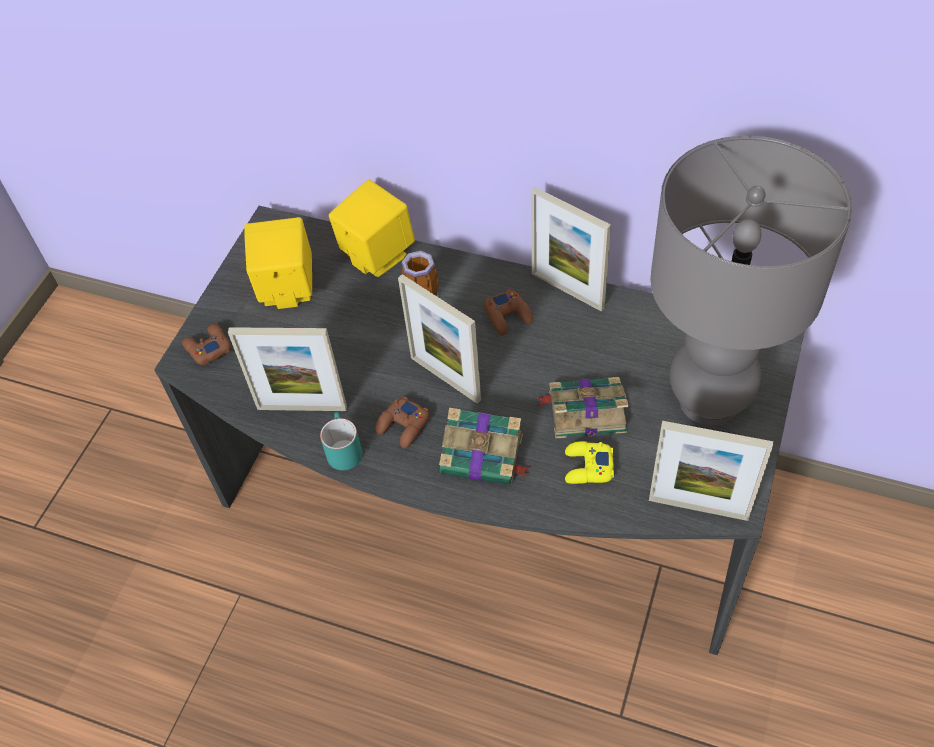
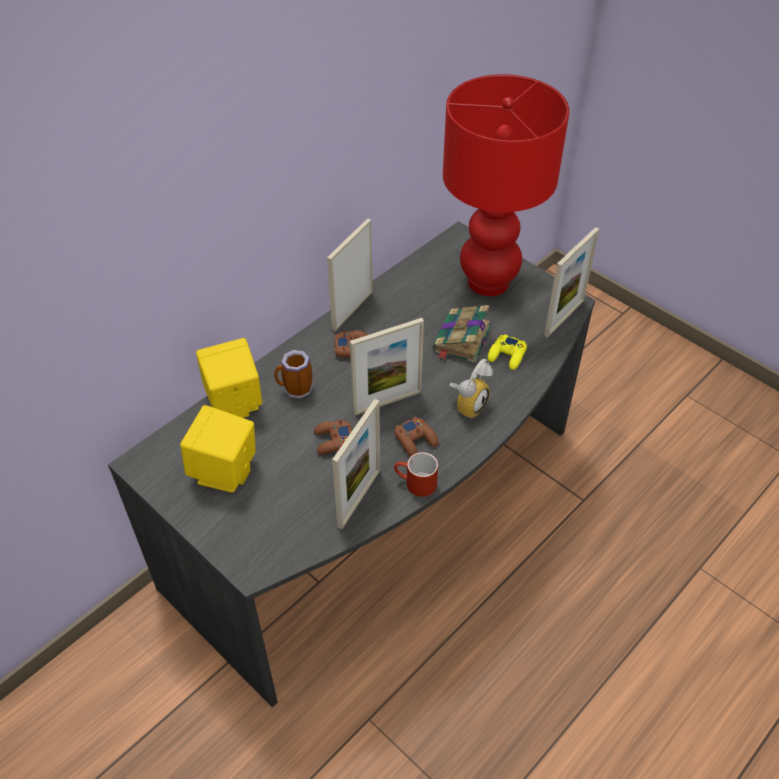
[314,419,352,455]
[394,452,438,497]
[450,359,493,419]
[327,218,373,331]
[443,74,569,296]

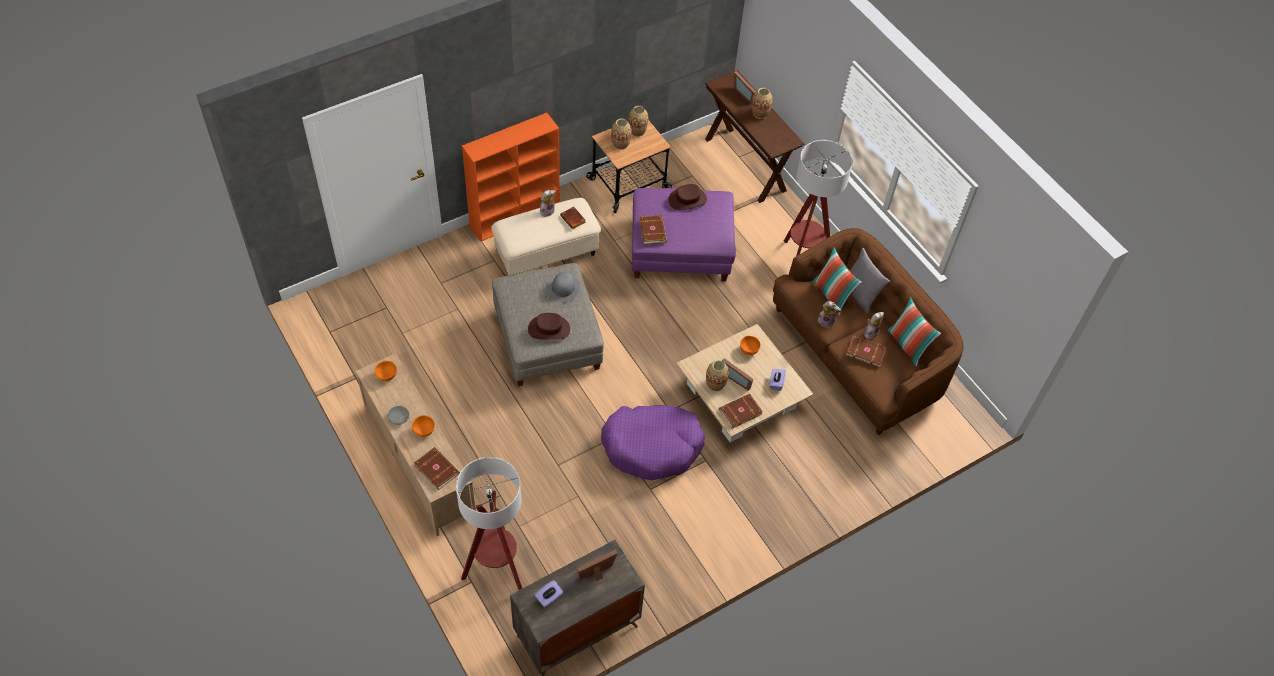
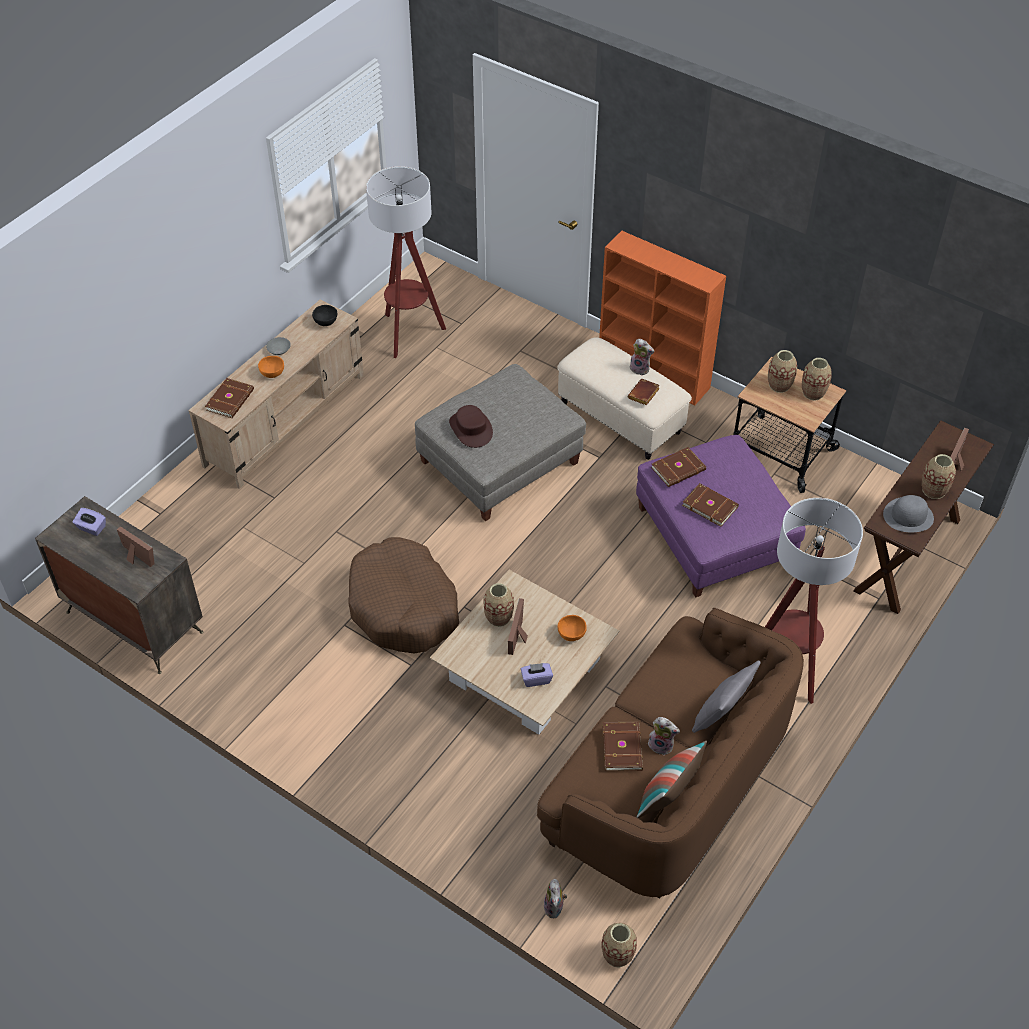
[312,305,337,326]
[366,166,446,358]
[883,495,934,532]
[348,537,459,654]
[668,184,707,210] (first image)
[682,483,739,527]
[813,247,862,315] (first image)
[543,879,567,919]
[601,923,637,967]

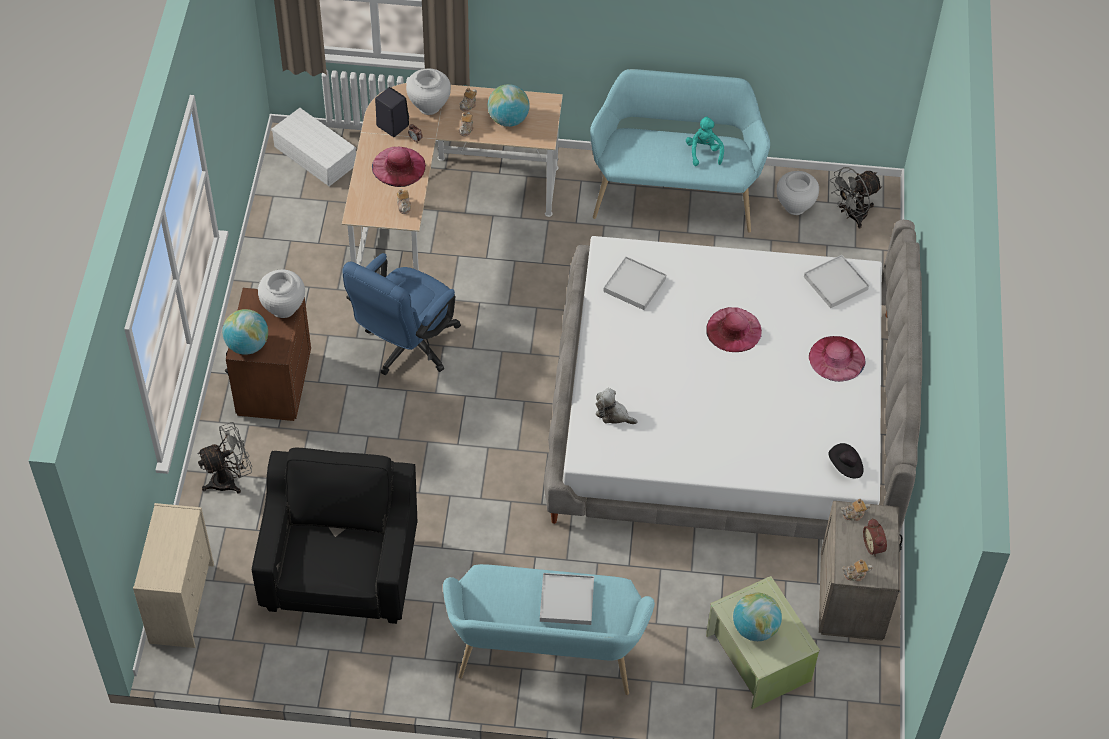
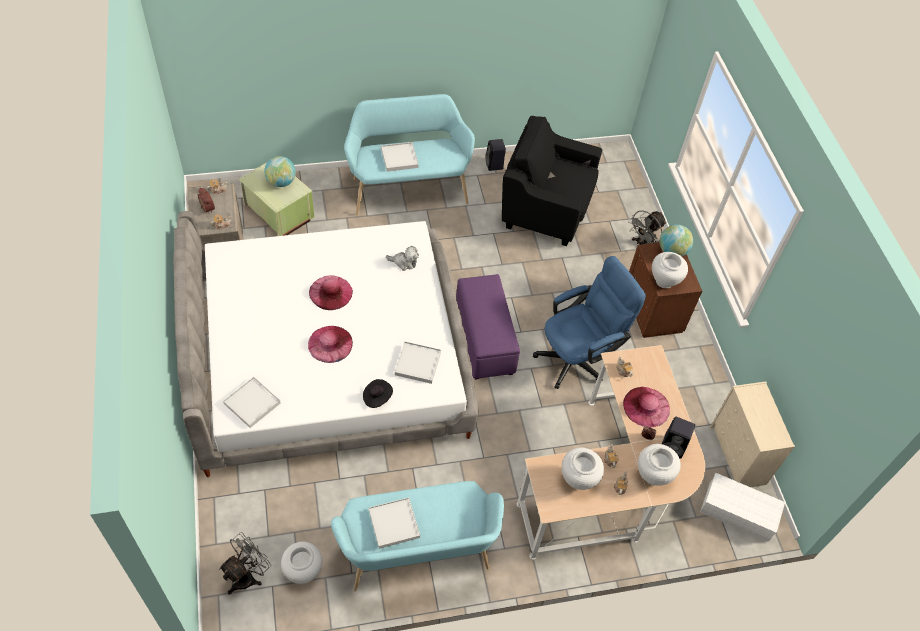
[710,381,795,487]
[502,116,602,246]
[533,256,646,389]
[561,447,604,490]
[369,497,420,549]
[309,275,353,310]
[363,379,393,408]
[456,274,520,380]
[486,139,506,171]

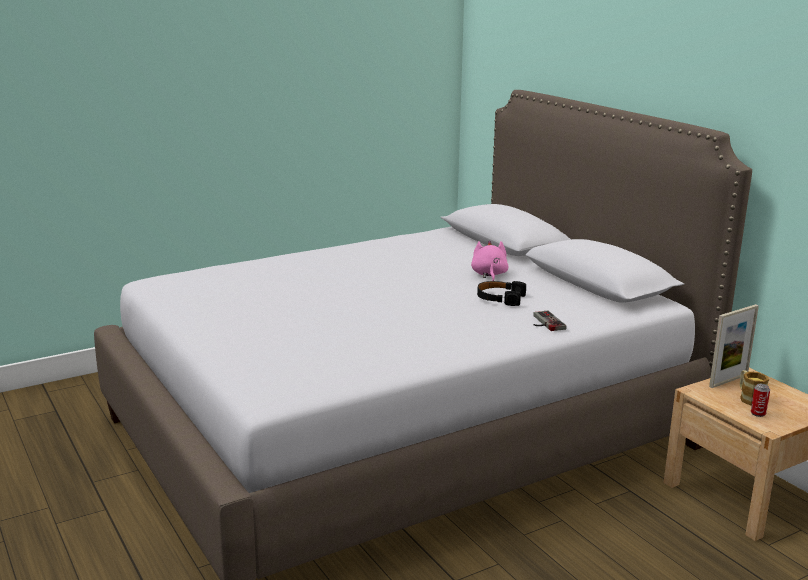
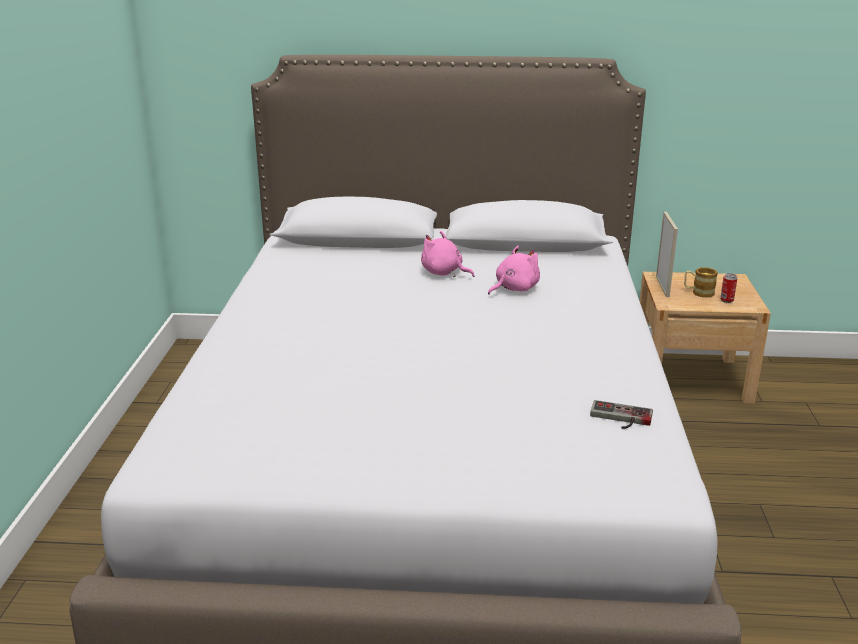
[488,246,540,295]
[590,400,653,429]

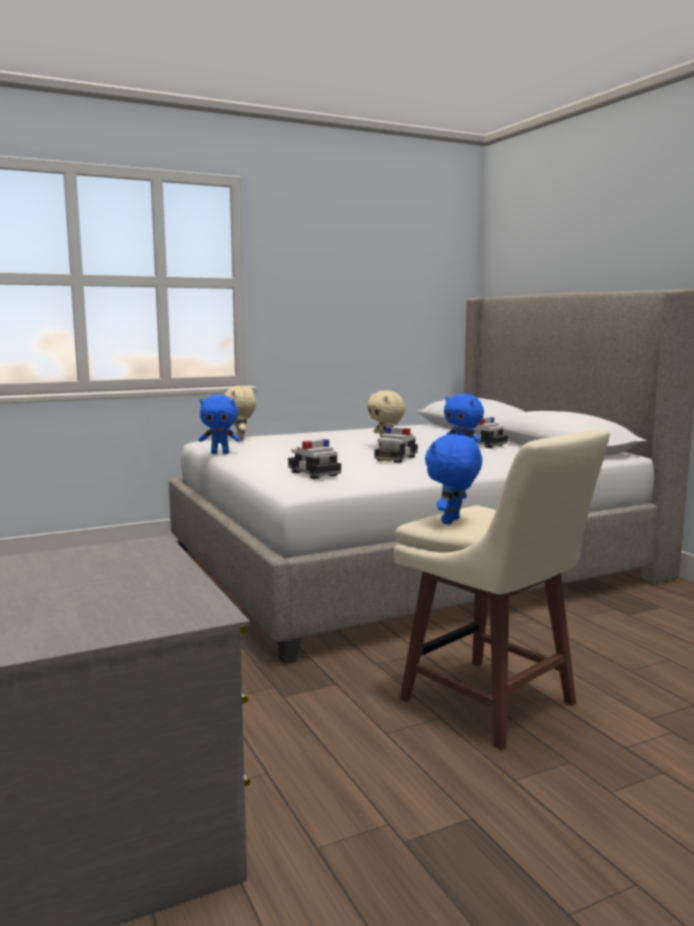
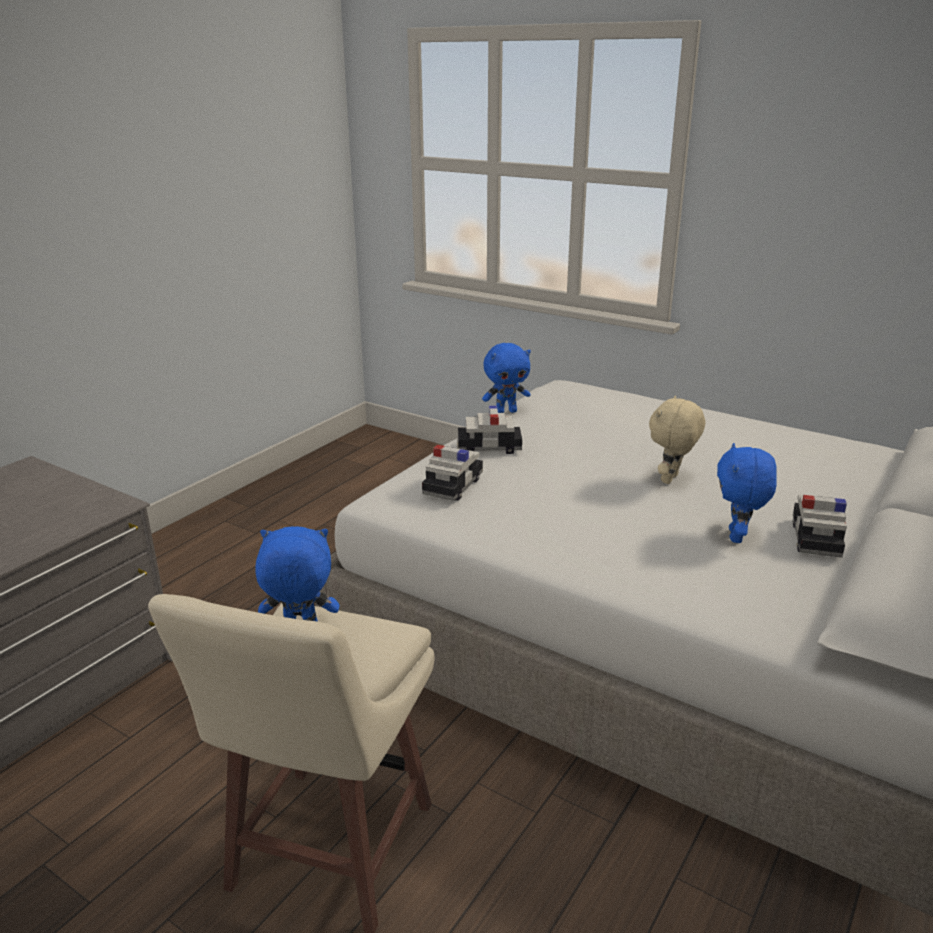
[482,343,531,413]
[224,386,256,441] (first image)
[457,405,522,454]

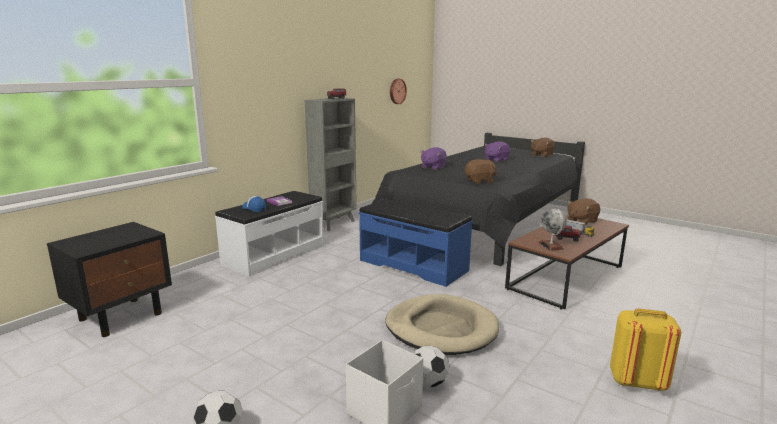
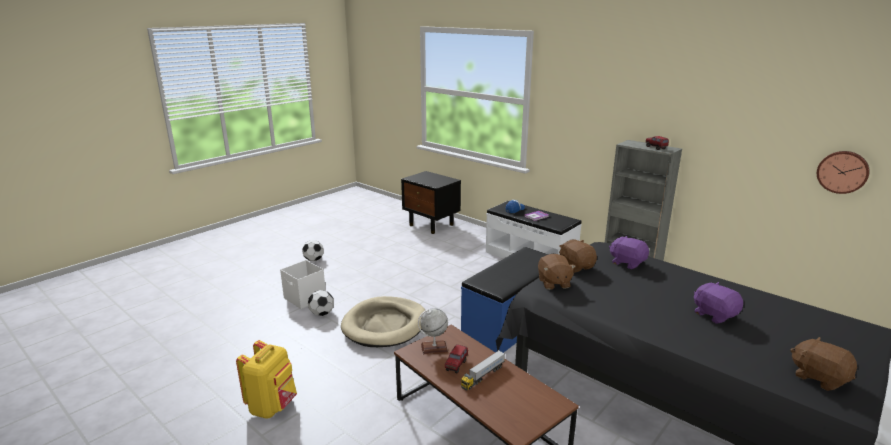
[559,239,597,273]

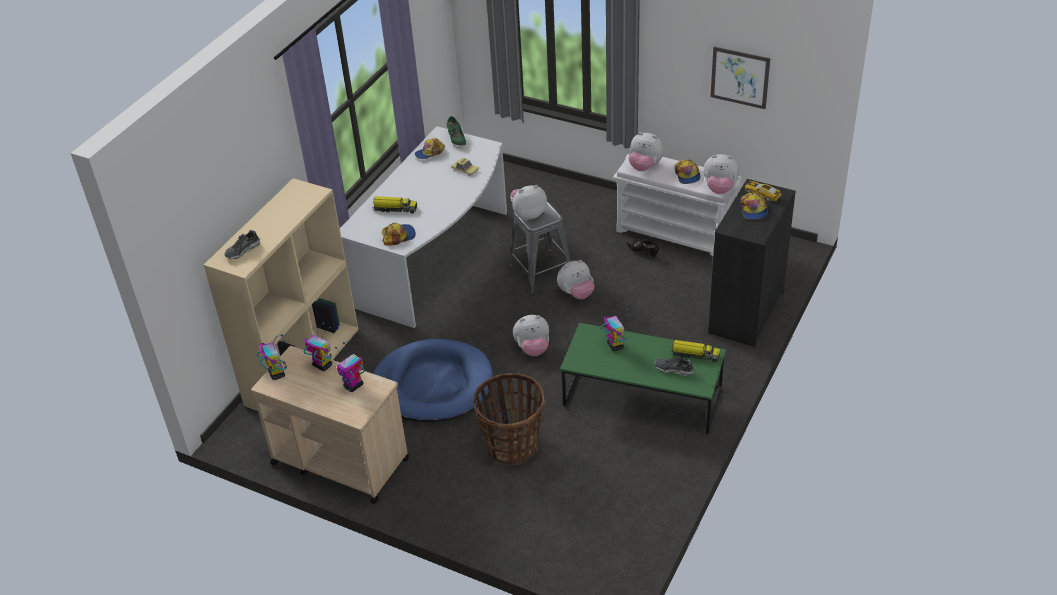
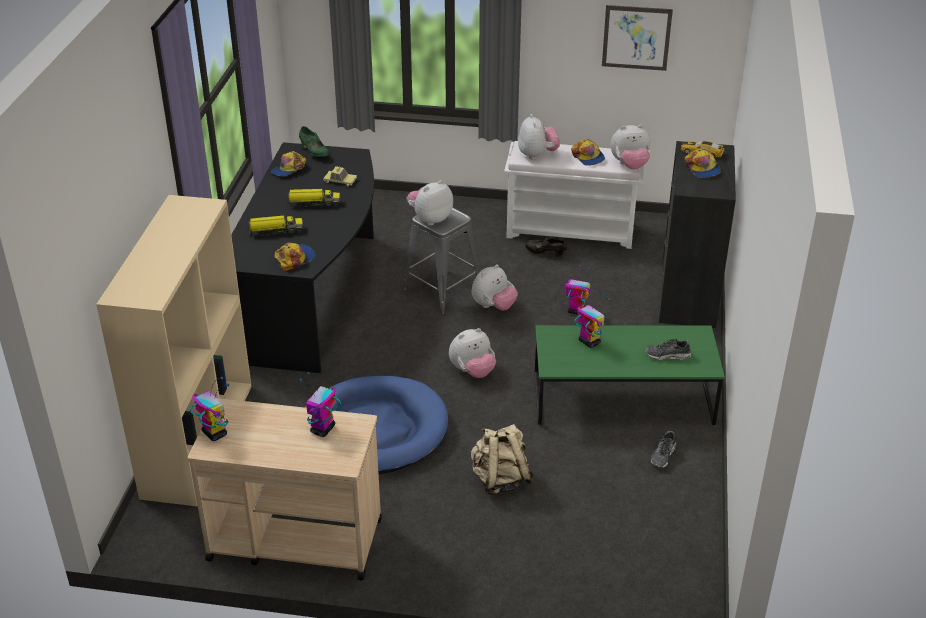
[651,431,676,468]
[564,265,591,314]
[231,142,374,373]
[471,424,534,495]
[518,114,560,160]
[287,189,340,208]

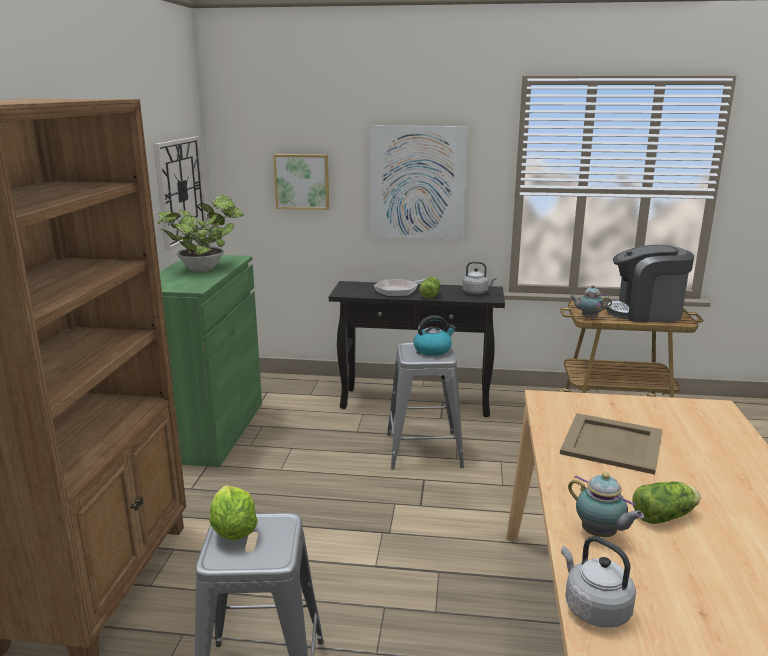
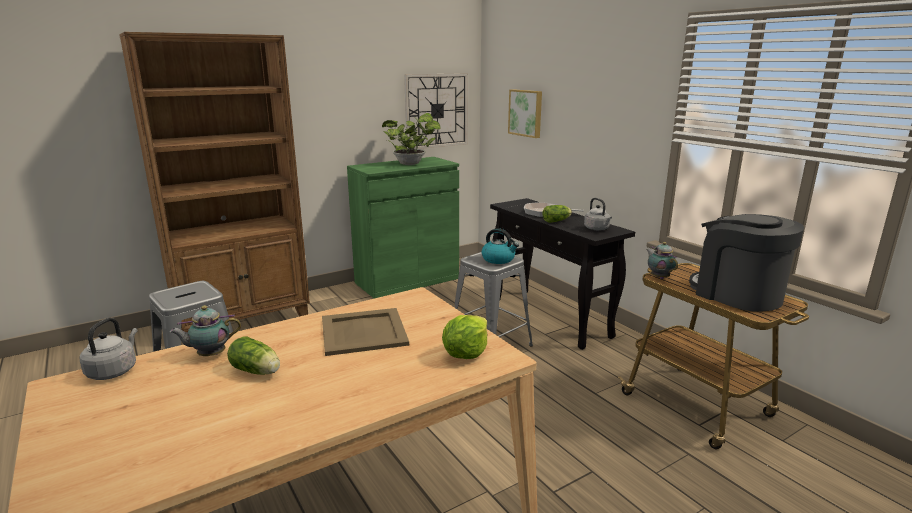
[442,315,487,359]
[370,126,468,239] (first image)
[170,305,241,356]

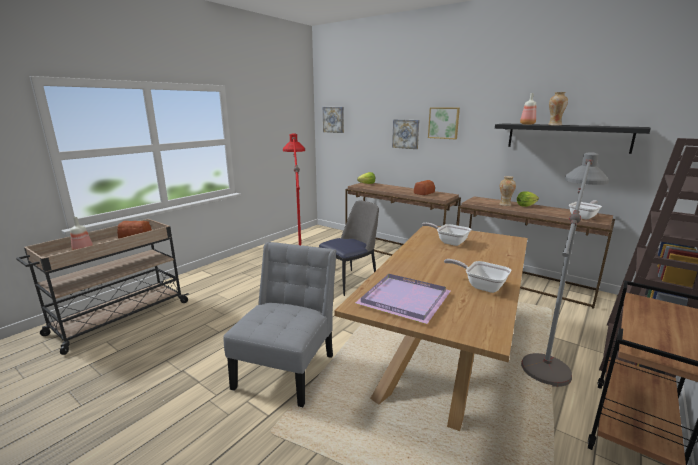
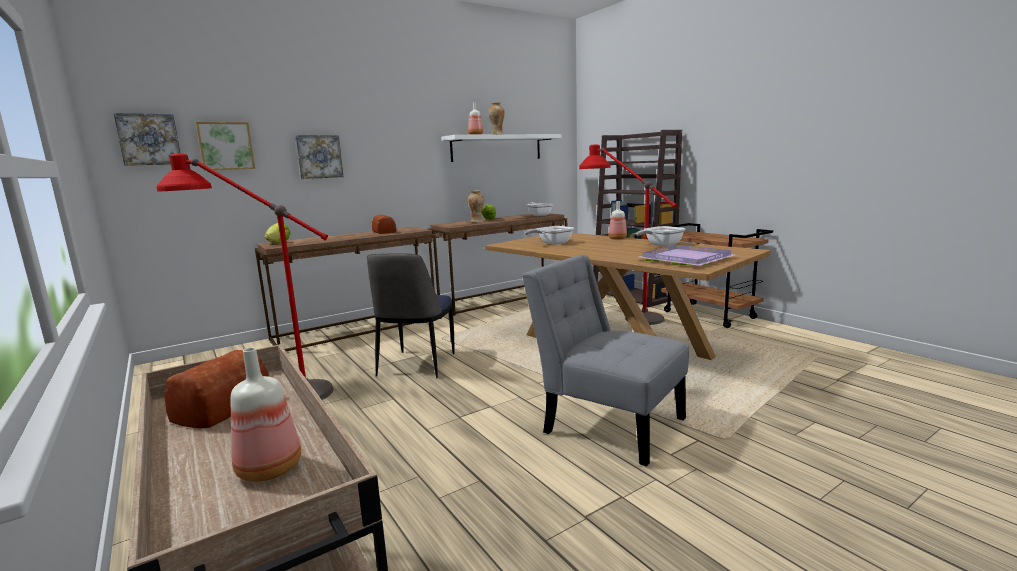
[367,253,455,378]
[196,122,255,171]
[441,134,562,162]
[579,144,677,325]
[608,201,627,240]

